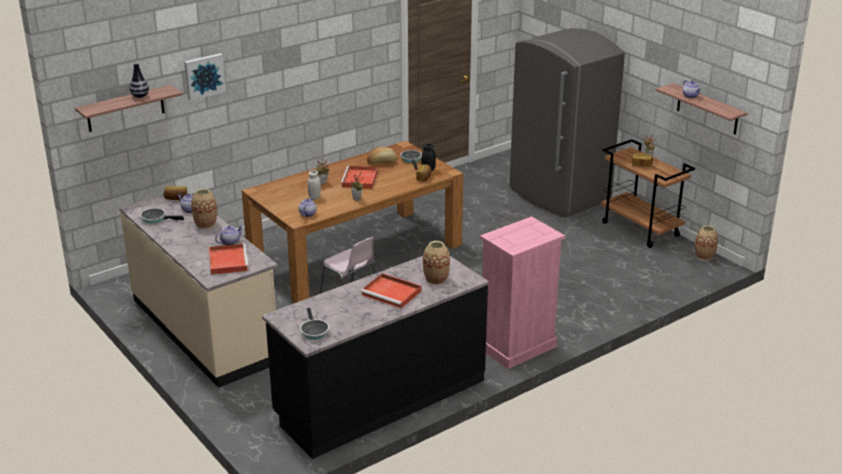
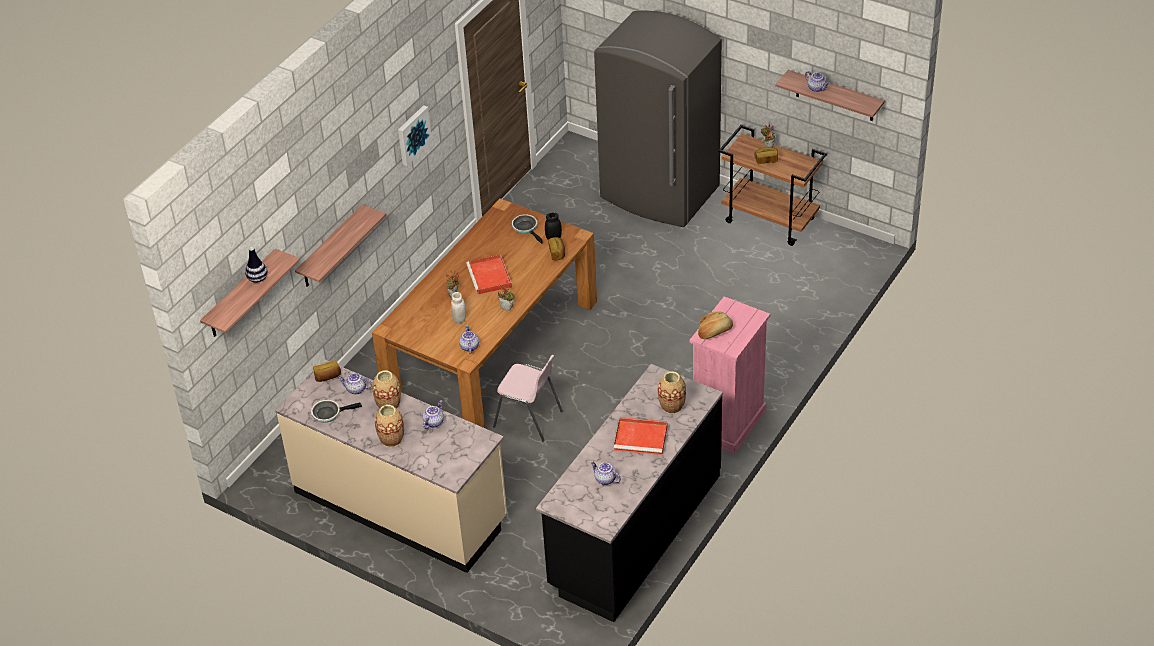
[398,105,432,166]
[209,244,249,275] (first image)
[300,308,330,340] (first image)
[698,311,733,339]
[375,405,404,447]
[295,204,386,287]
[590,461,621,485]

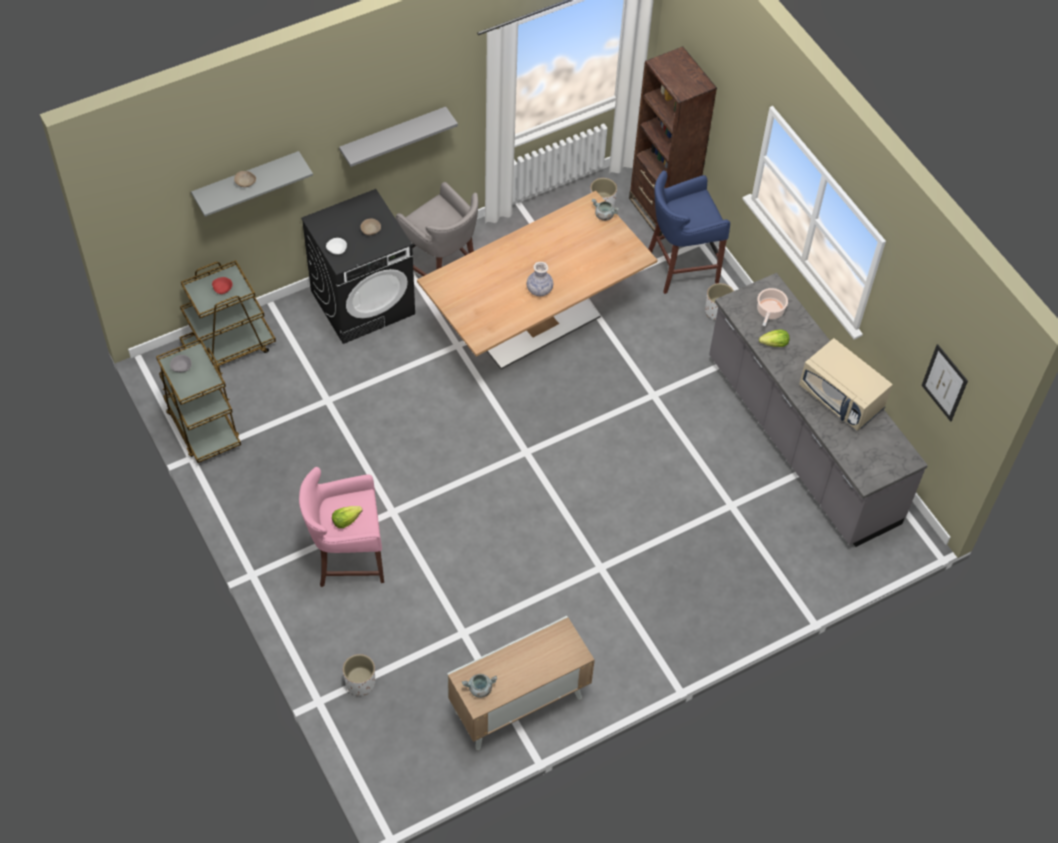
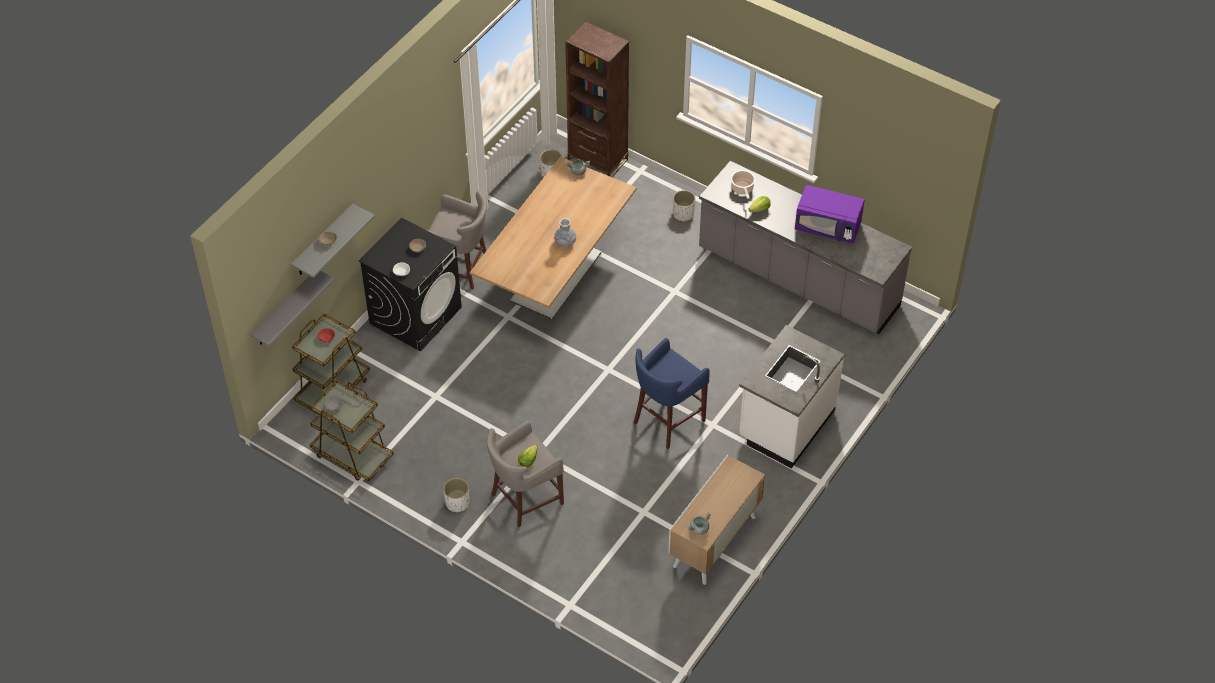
[487,421,564,527]
[251,271,335,347]
[443,478,469,512]
[633,338,710,449]
[795,185,865,243]
[922,344,968,422] (first image)
[739,325,845,468]

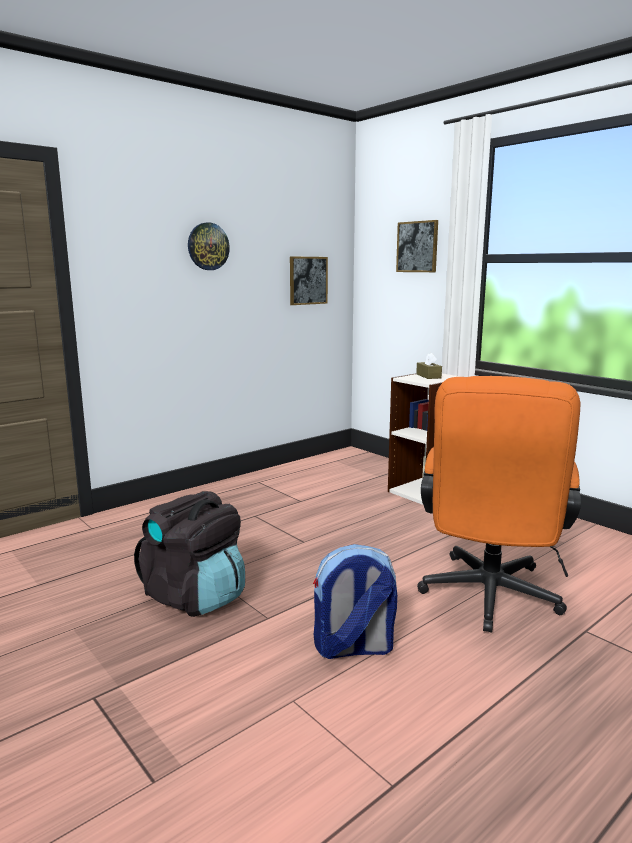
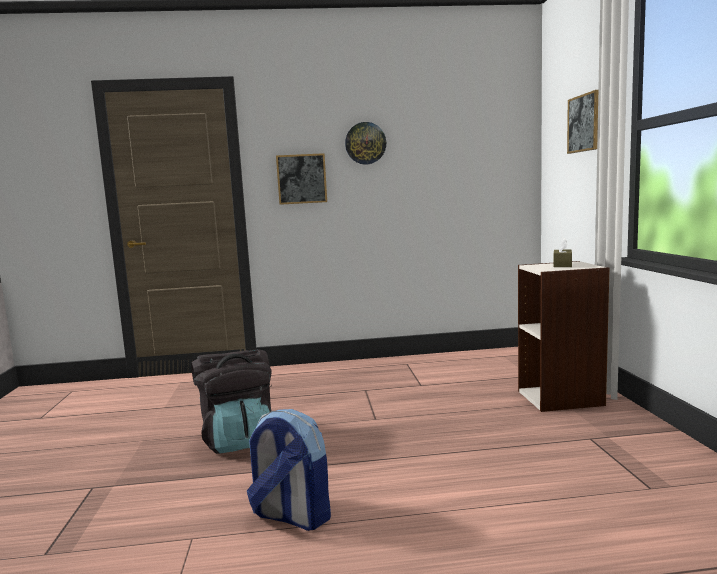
[276,153,327,205]
[417,376,581,632] (first image)

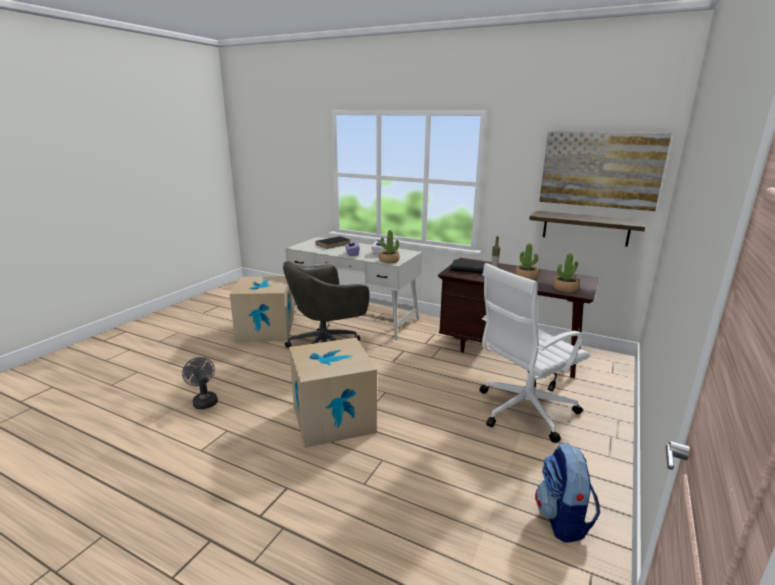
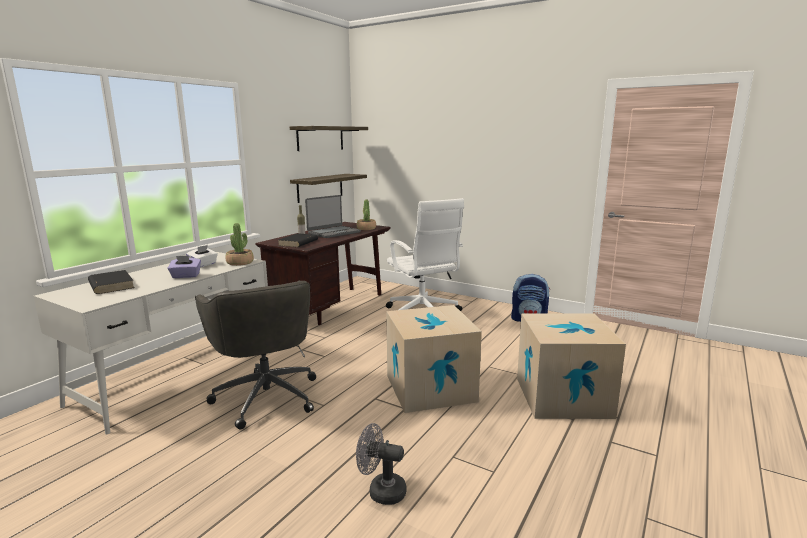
[356,423,407,505]
[517,313,626,419]
[305,195,361,238]
[290,126,368,151]

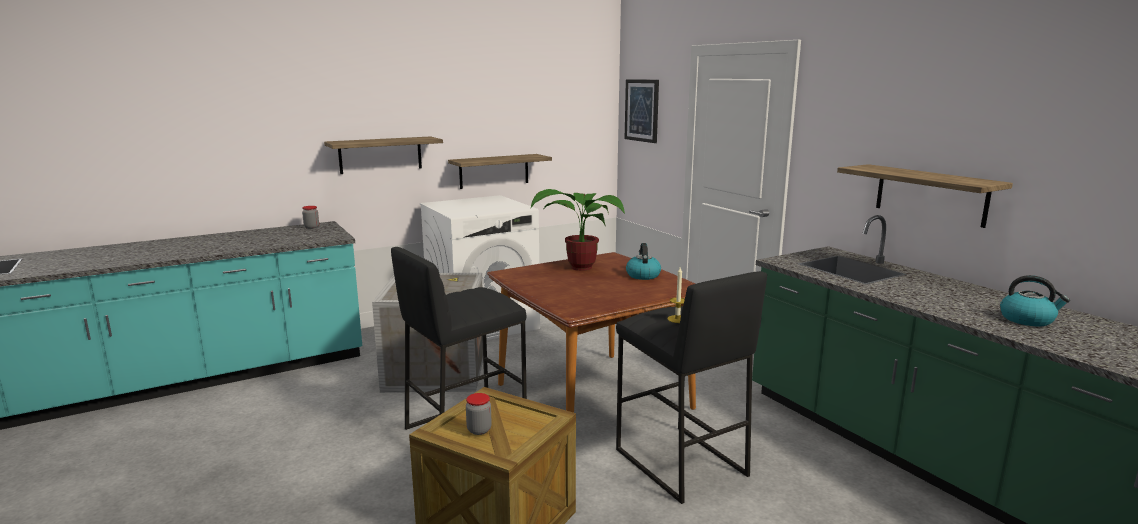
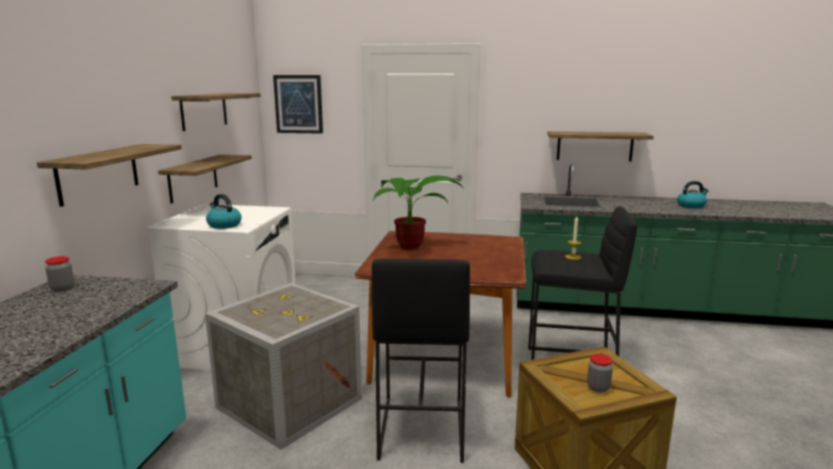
[206,194,242,229]
[171,93,261,131]

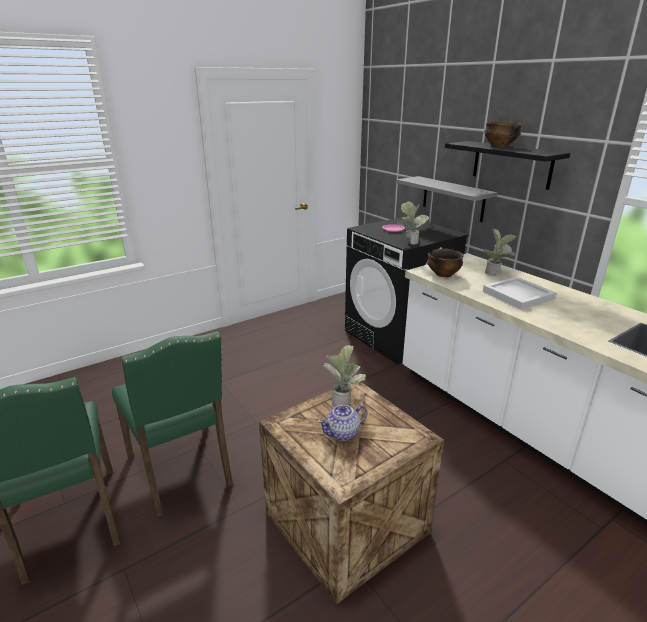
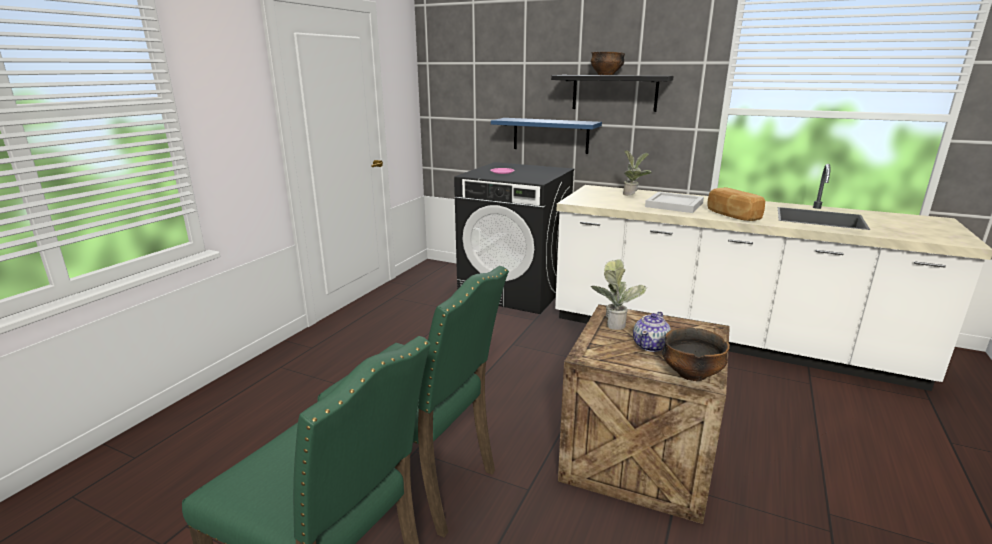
[491,118,602,154]
[397,201,429,245] (first image)
[662,327,730,381]
[707,187,765,221]

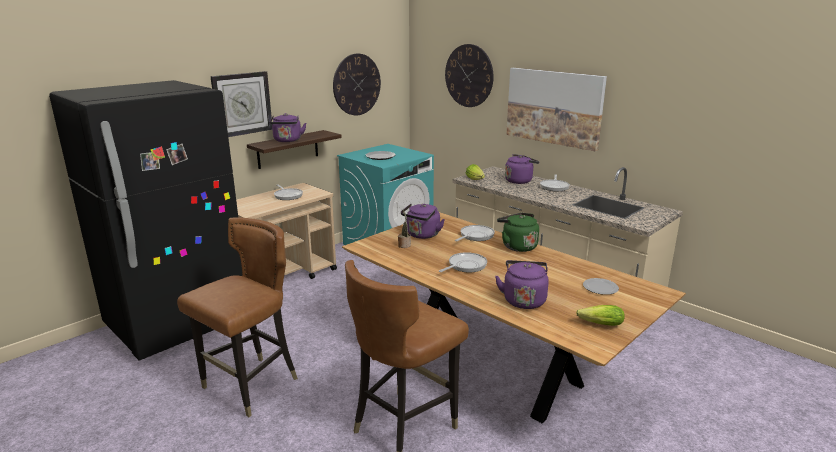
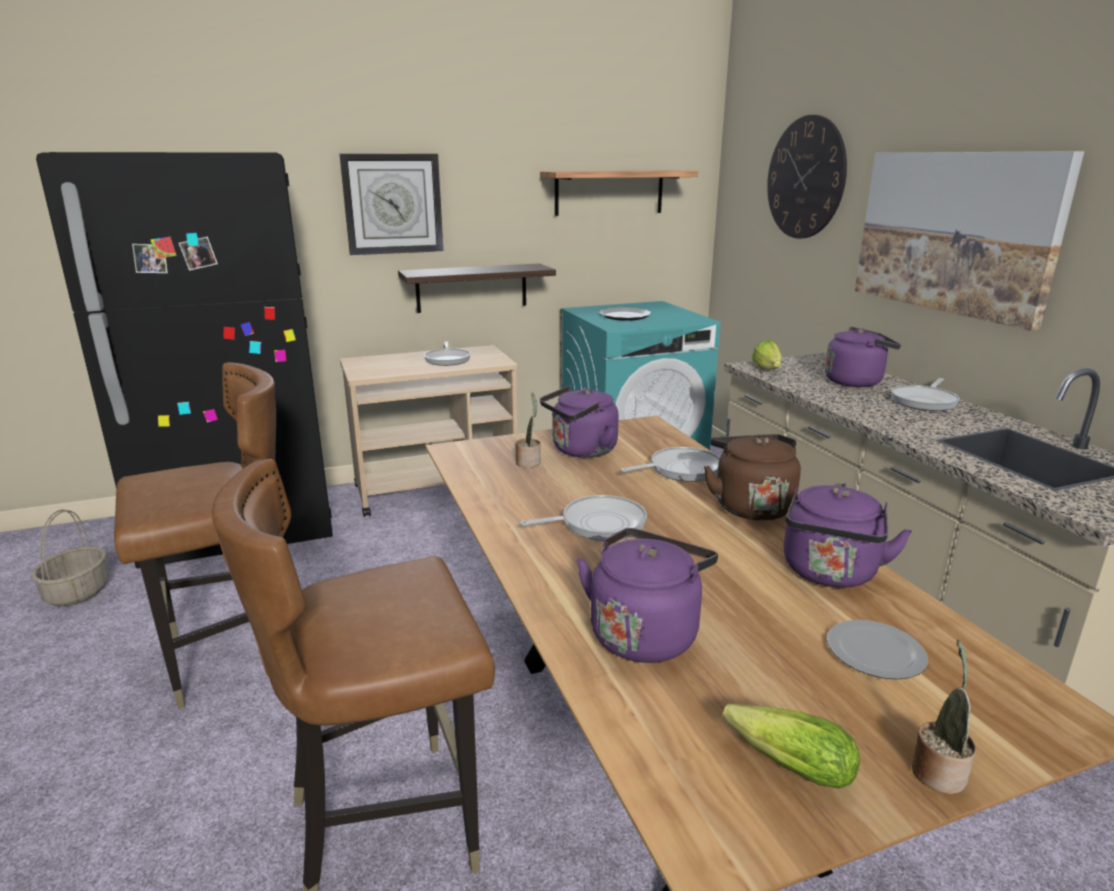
[783,485,912,588]
[540,170,698,216]
[704,434,801,521]
[31,509,109,607]
[912,639,976,794]

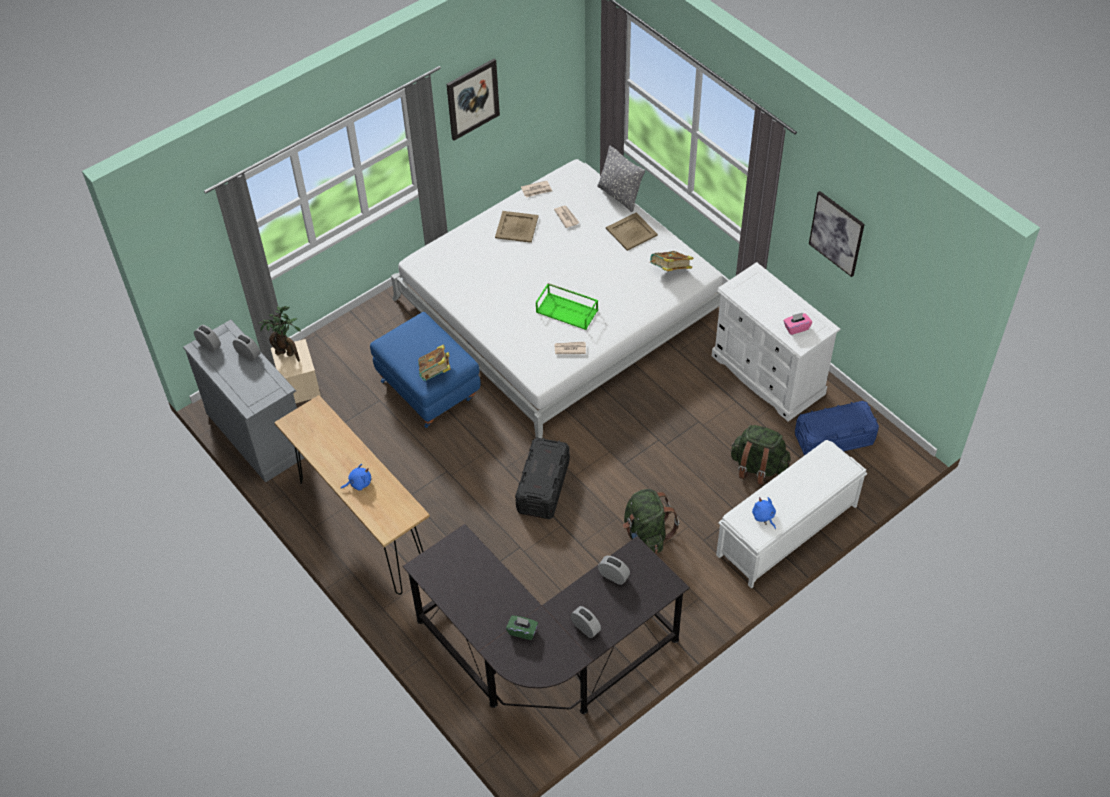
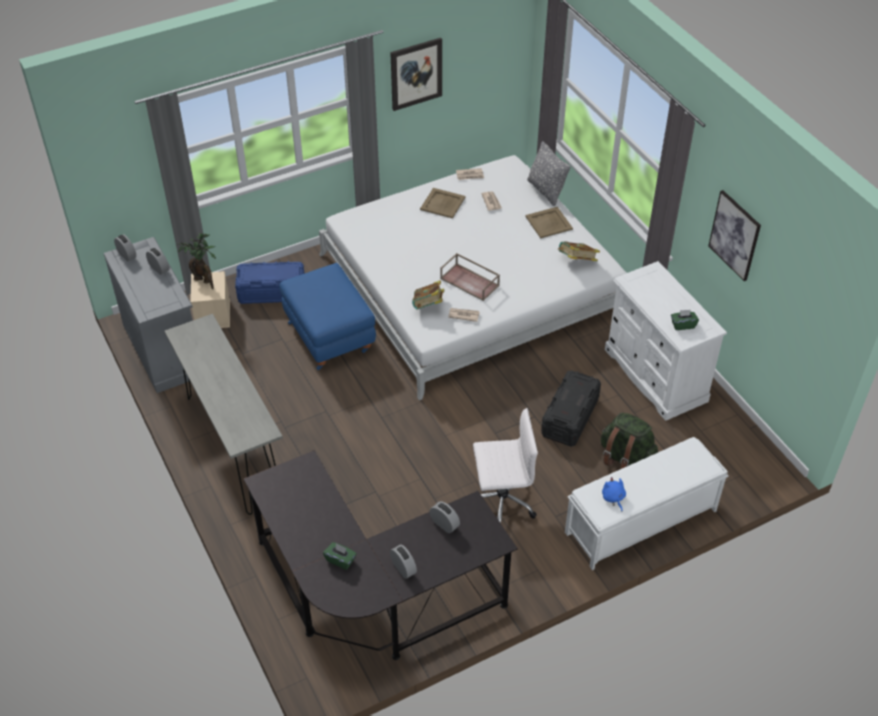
[164,314,283,515]
[341,464,371,491] (first image)
[412,280,444,310]
[541,370,601,447]
[440,253,500,301]
[473,408,538,523]
[671,310,699,330]
[235,261,305,304]

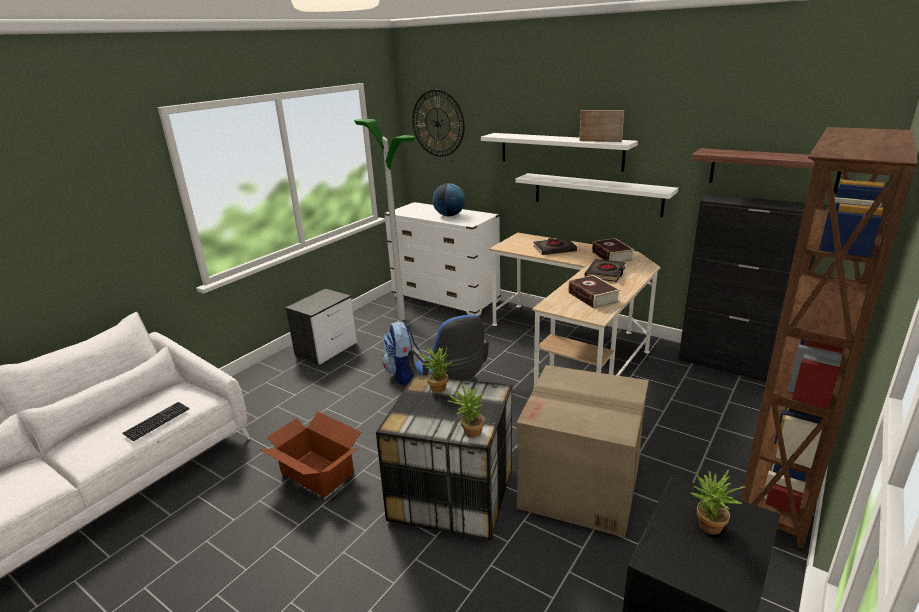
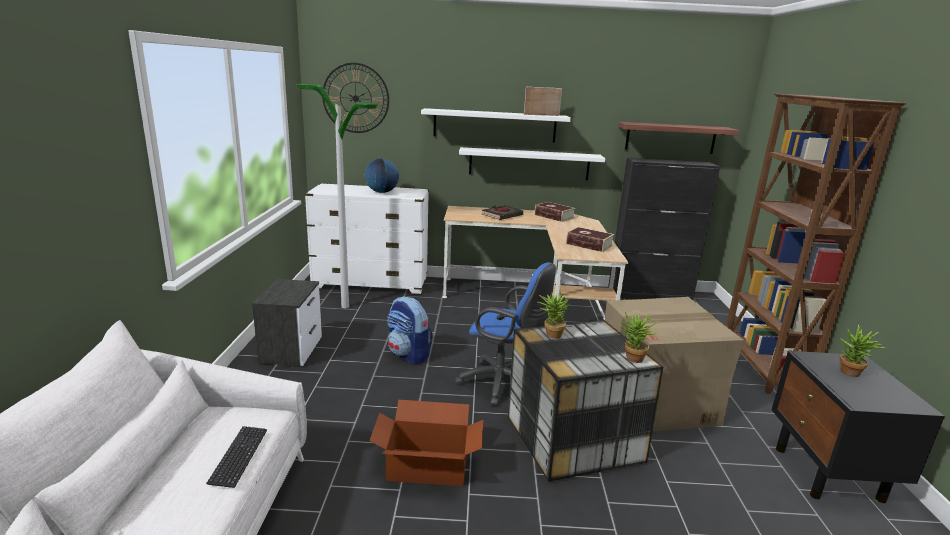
[584,259,626,282] (first image)

